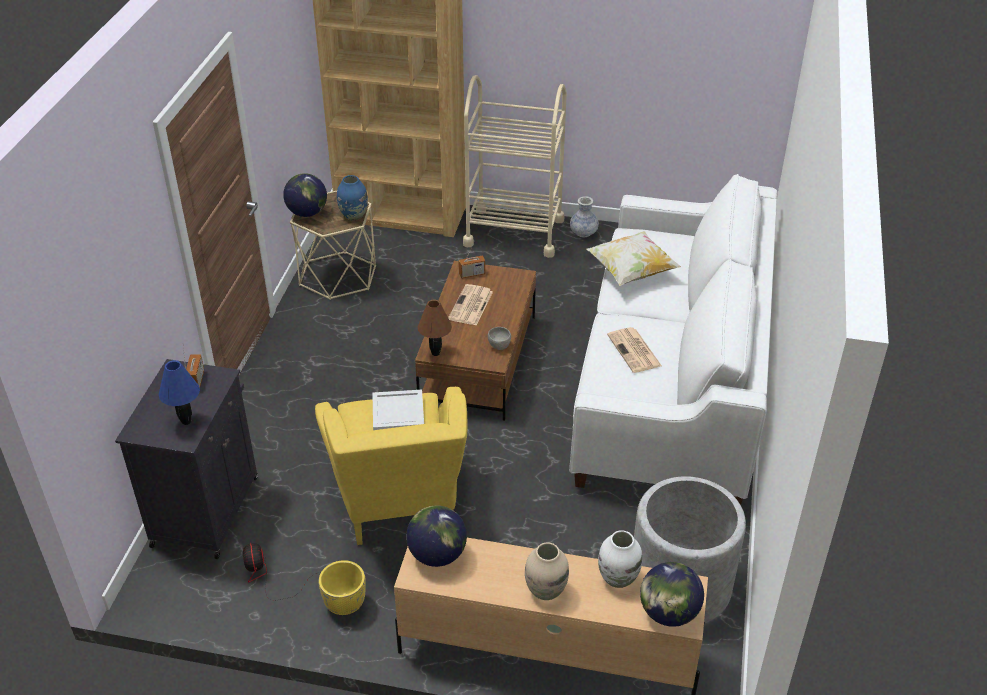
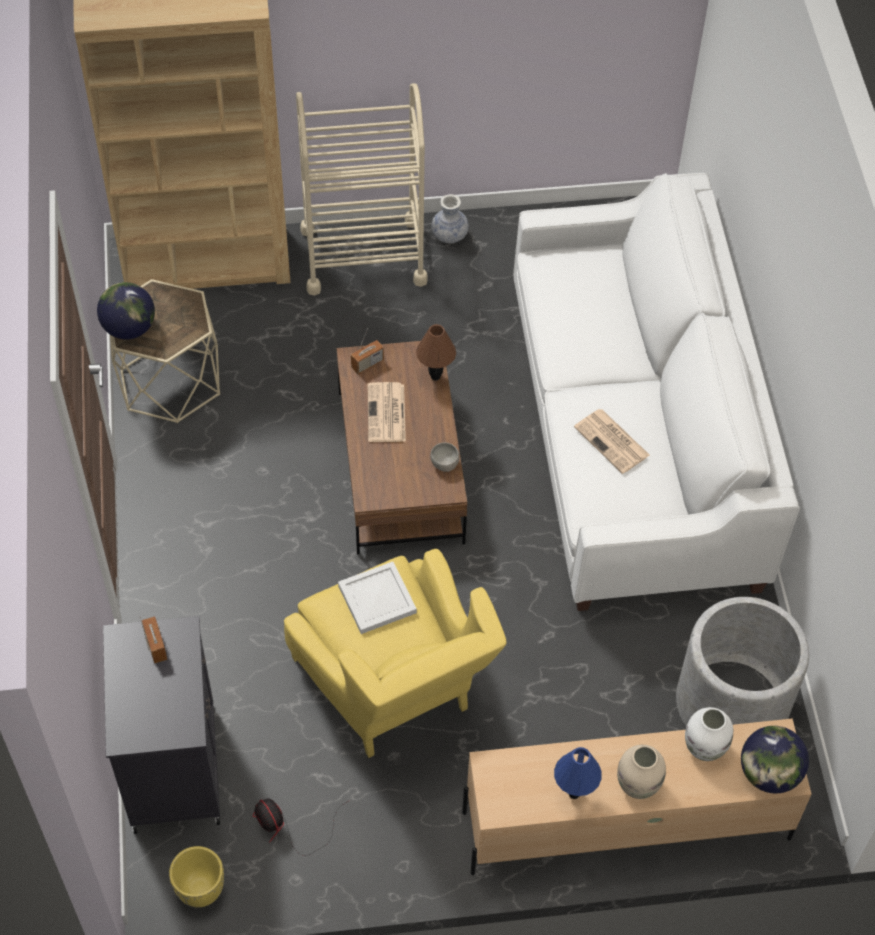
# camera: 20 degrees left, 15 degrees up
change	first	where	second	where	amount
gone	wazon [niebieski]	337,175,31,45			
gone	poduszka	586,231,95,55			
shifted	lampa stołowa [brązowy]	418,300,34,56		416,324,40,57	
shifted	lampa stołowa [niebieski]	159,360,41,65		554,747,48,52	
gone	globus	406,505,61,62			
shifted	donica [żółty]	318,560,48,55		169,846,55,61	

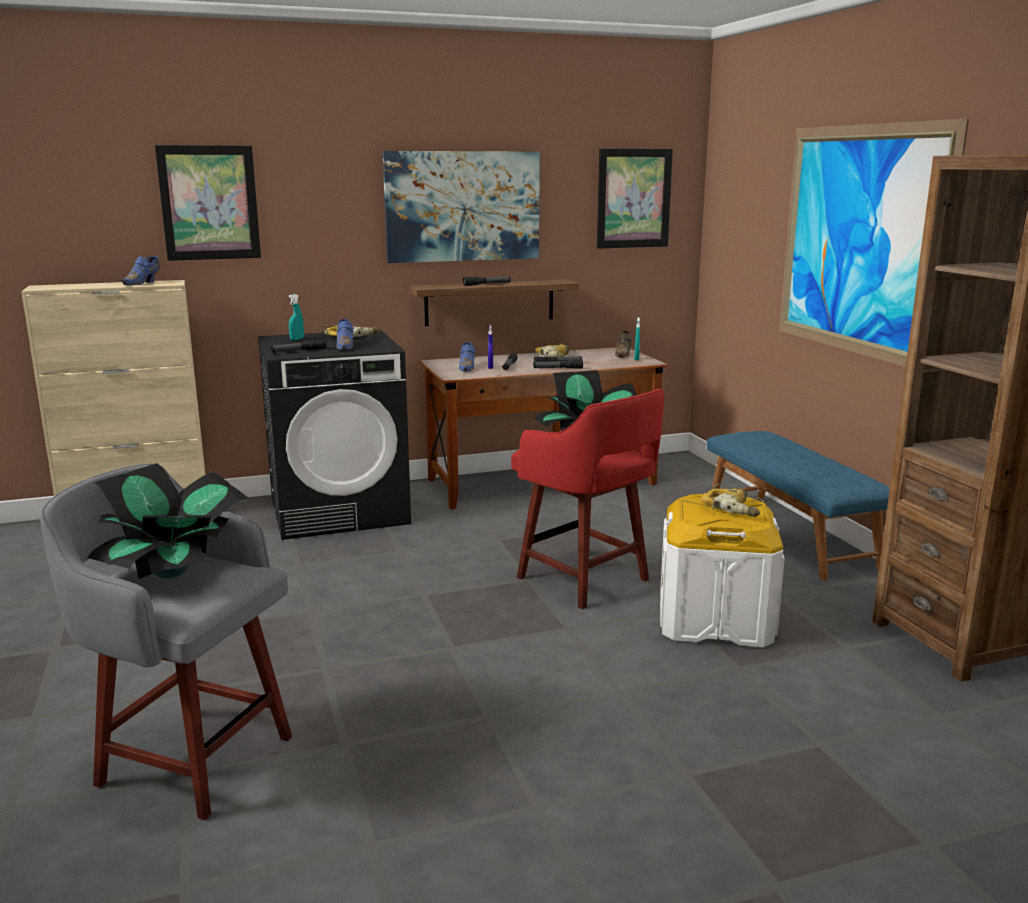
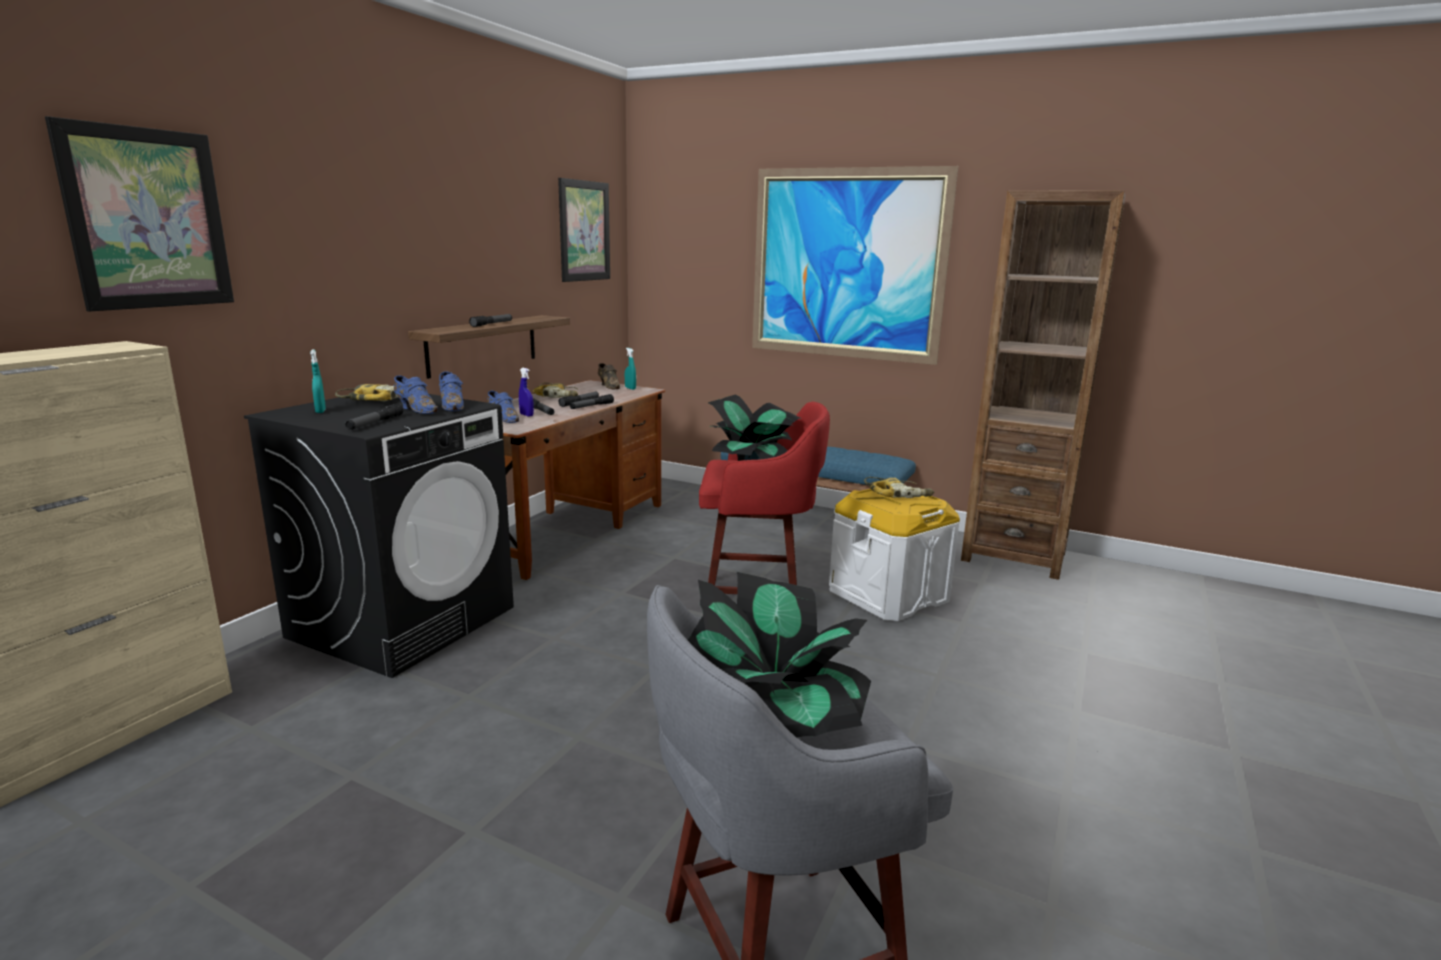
# camera: 45 degrees left, 0 degrees up
change	first	where	second	where	amount
gone	obraz	383,151,157,112			
shifted	but [niebieski]	121,256,39,29		439,371,25,40	

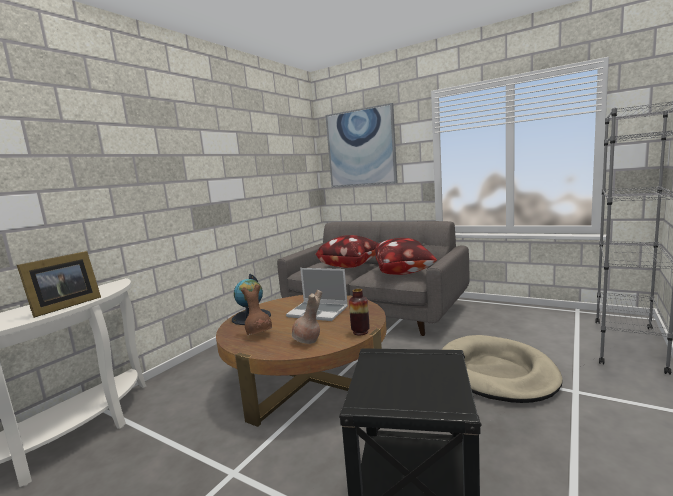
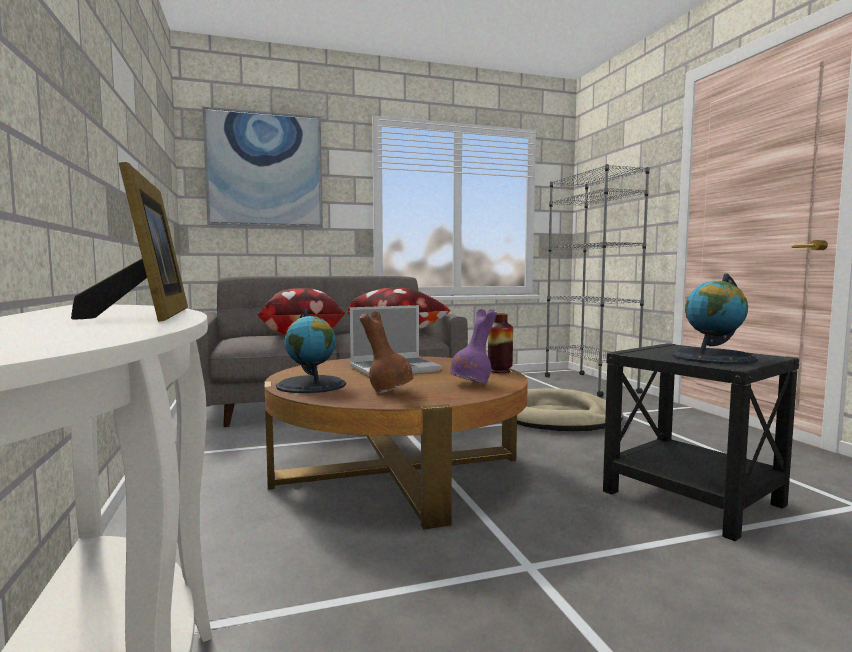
# camera: 50 degrees left, 5 degrees down
change	first	where	second	where	amount
repainted	wazon [brązowy]	292,290,30,54	wazon [fioletowy]	450,309,47,74	
new			globus	672,273,86,91	

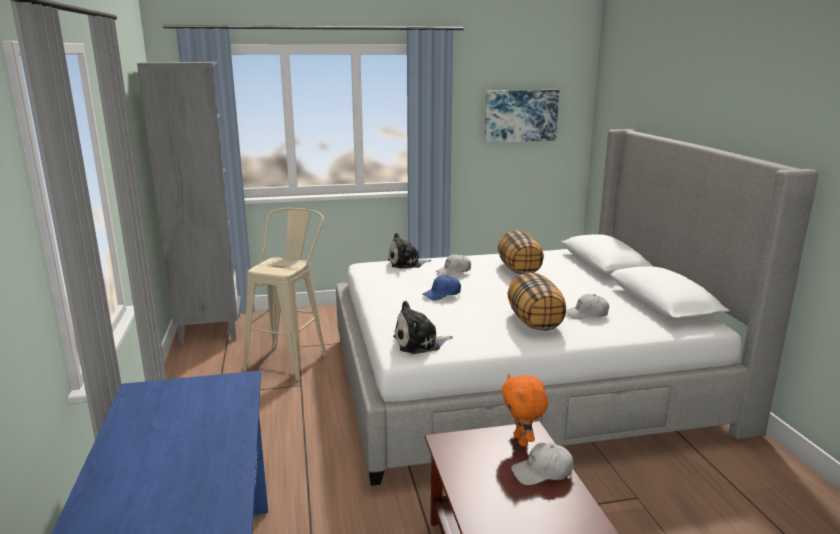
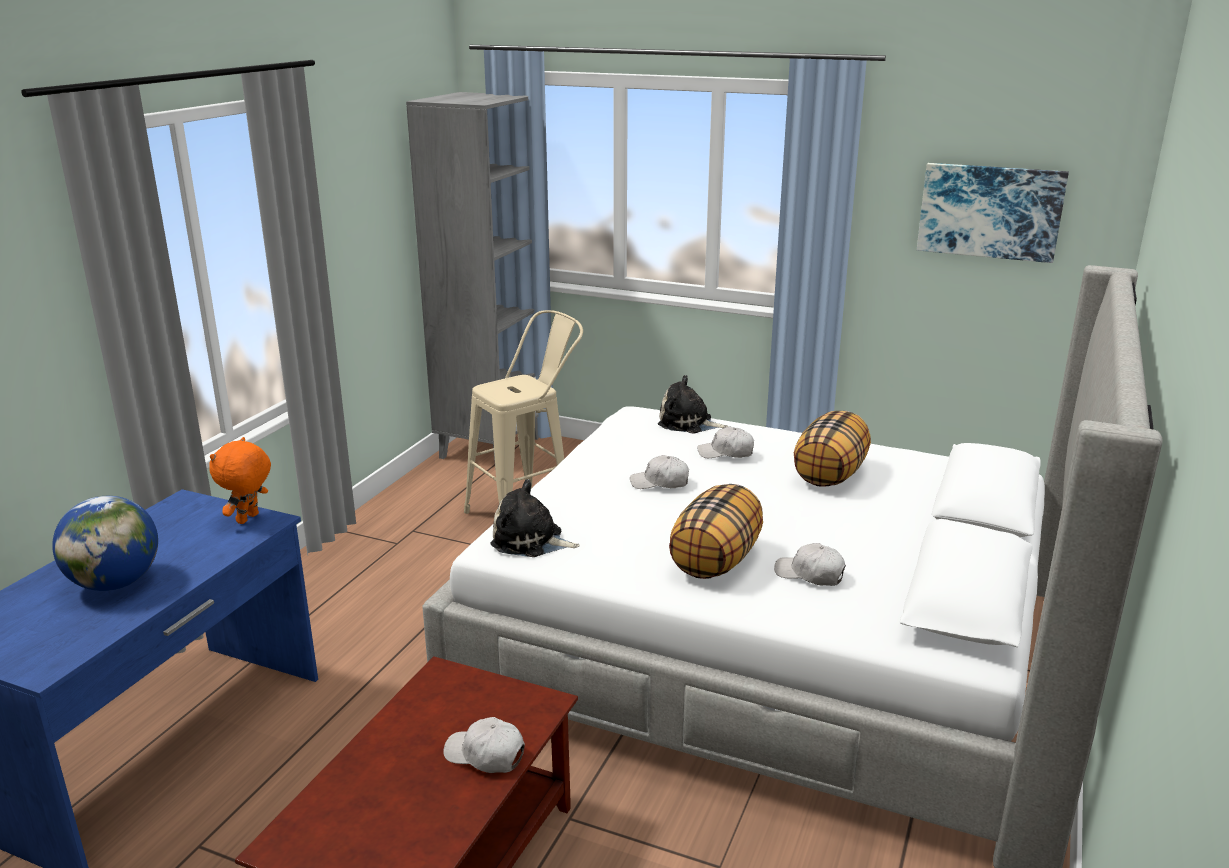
# camera: 35 degrees right, 5 degrees up
change	first	where	second	where	amount
repainted	czapka z daszkiem [niebieski]	423,275,38,26	czapka z daszkiem [biały]	630,455,59,34	
shifted	pluszak [pomarańczowy]	502,374,46,72		209,437,62,87	
new			globus	52,496,106,95	

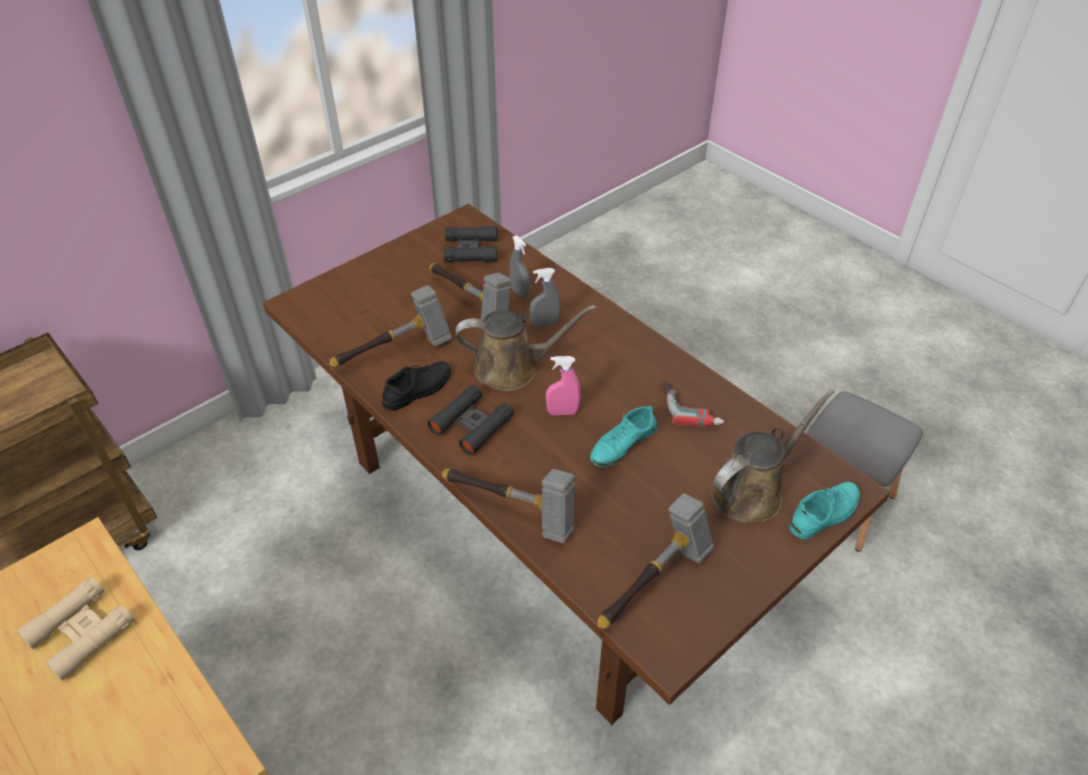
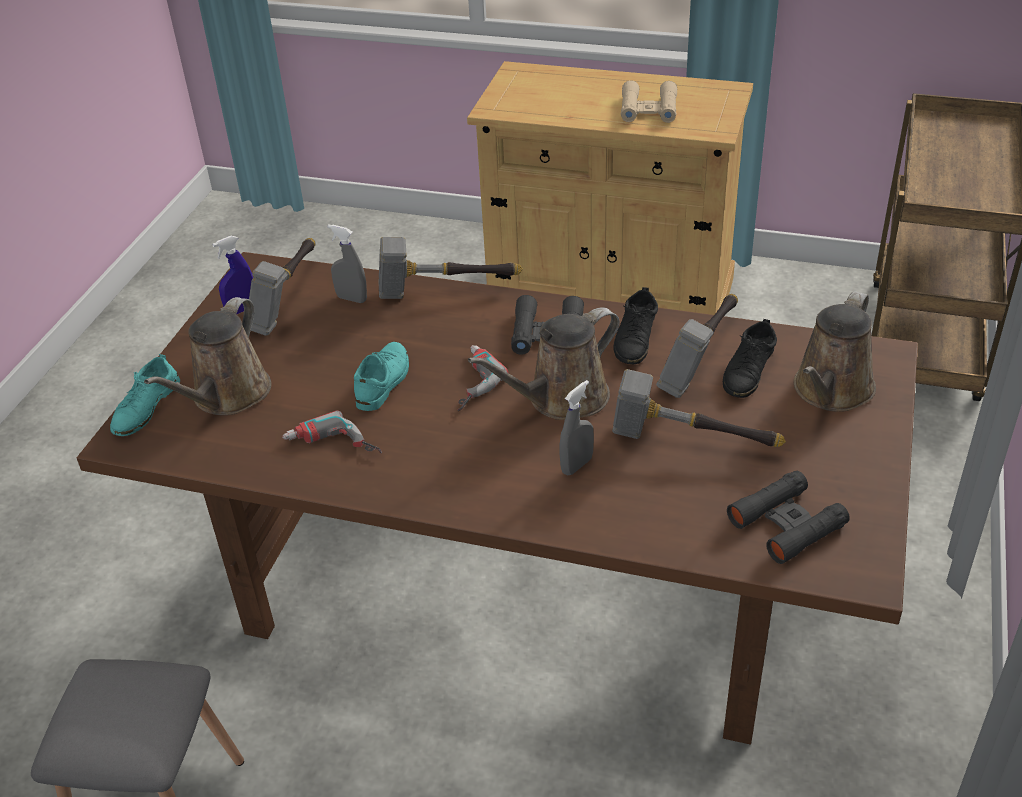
# camera: 150 degrees right, 5 degrees down
change	first	where	second	where	amount
shifted	spryskiwacz [szary]	510,235,20,64		328,224,39,79	
swapped	spryskiwacz [różowy]	546,356,35,59	wiertarka	458,345,50,66	
new			spryskiwacz [niebieski]	212,236,41,79	
new			konewka [brązowy]	794,291,82,121	
new			but [czarny]	723,319,54,79	

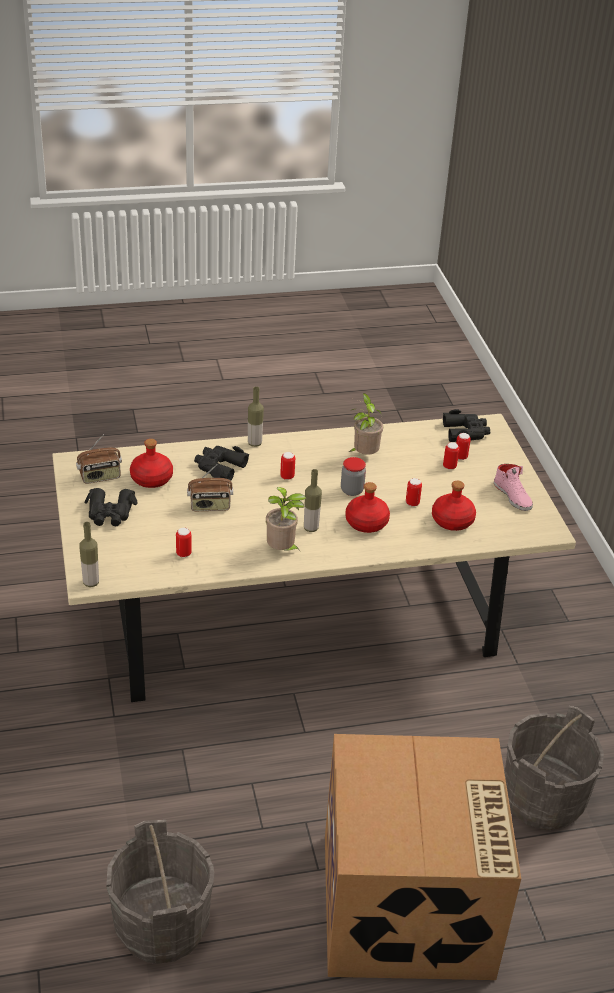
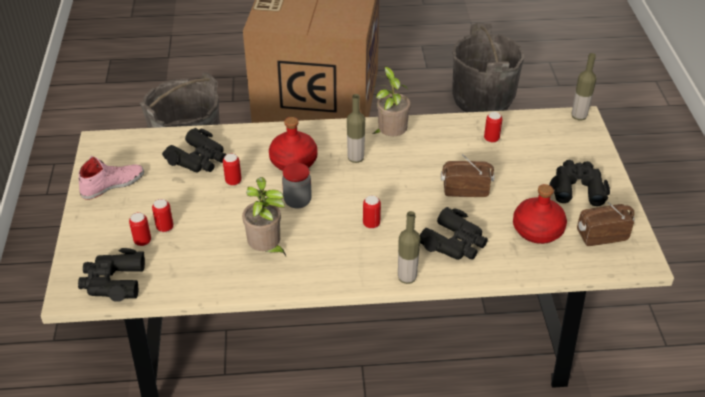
# camera: 170 degrees left, 5 degrees up
change	first	where	second	where	amount
rotated	but [różowy]	494,464,39,47		79,156,65,44	75 degrees clockwise
swapped	butelka [czerwony]	432,481,44,50	lornetka [czarny]	162,128,65,45	

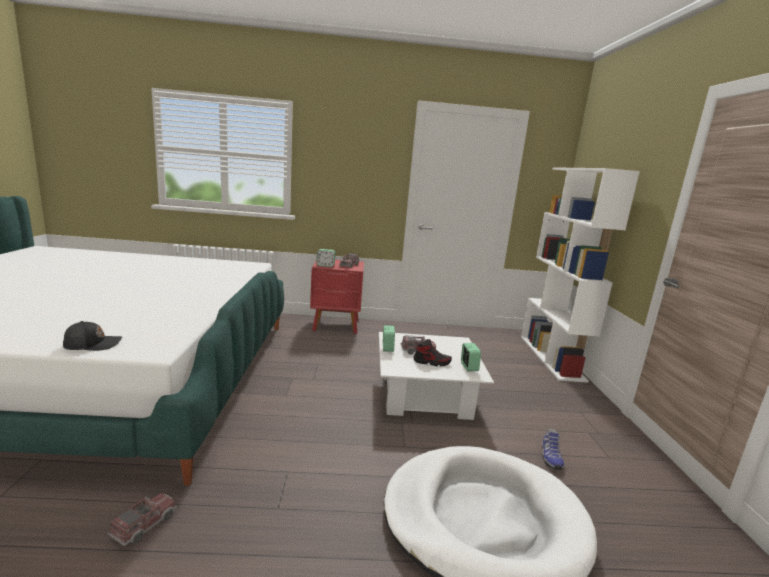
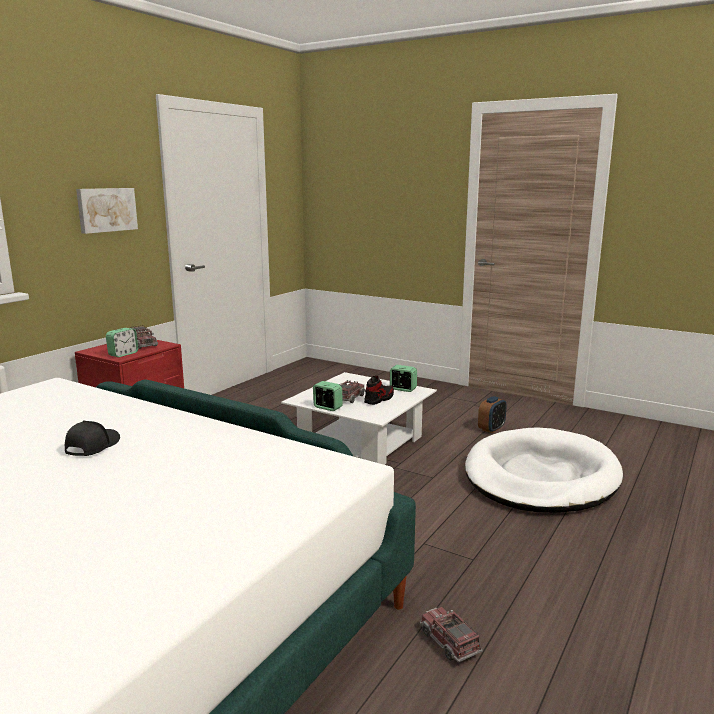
# camera: 55 degrees left, 0 degrees up
change	first	where	second	where	amount
gone	regał [biały]	521,167,119,216			
shifted	czapka z daszkiem [czarny]	63,321,59,30		65,420,55,36	
swapped	but	542,429,22,41	budzik	478,396,29,37	
new			obraz	76,188,62,46	

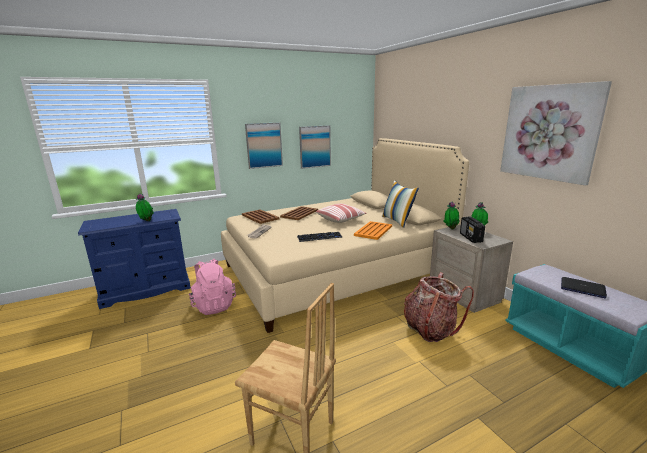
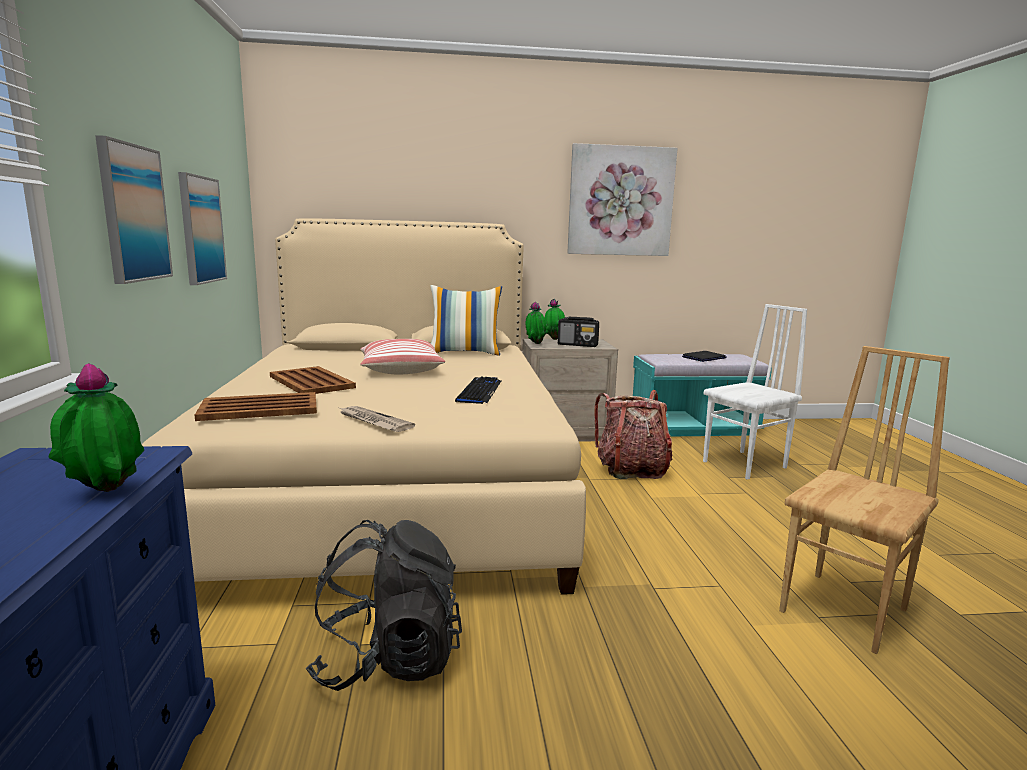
# camera: 70 degrees left, 5 degrees down
change	first	where	second	where	amount
gone	taca [pomarańczowy]	354,221,38,19			
repainted	plecak [różowy]	189,259,47,56	plecak [czarny]	306,520,156,171	
new			krzesło [biały]	703,304,104,176	

